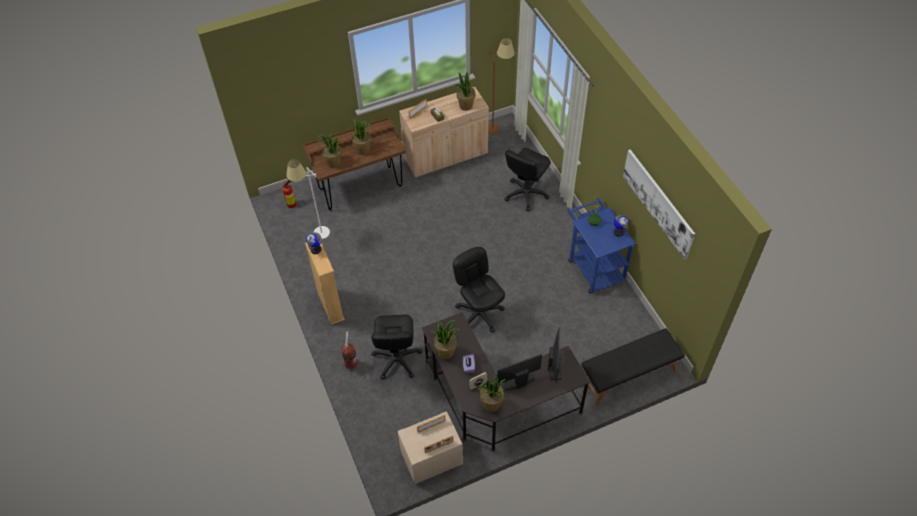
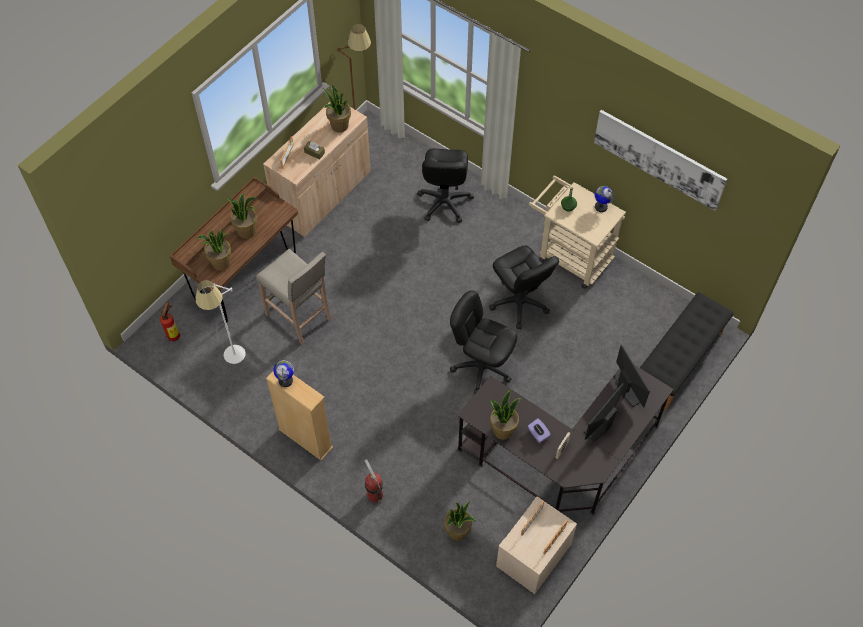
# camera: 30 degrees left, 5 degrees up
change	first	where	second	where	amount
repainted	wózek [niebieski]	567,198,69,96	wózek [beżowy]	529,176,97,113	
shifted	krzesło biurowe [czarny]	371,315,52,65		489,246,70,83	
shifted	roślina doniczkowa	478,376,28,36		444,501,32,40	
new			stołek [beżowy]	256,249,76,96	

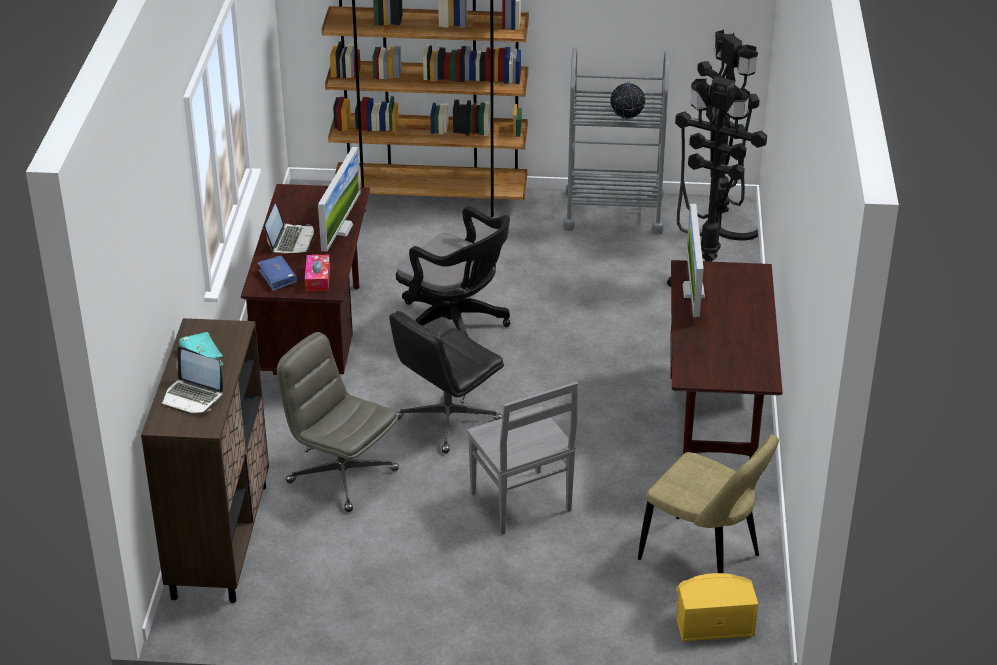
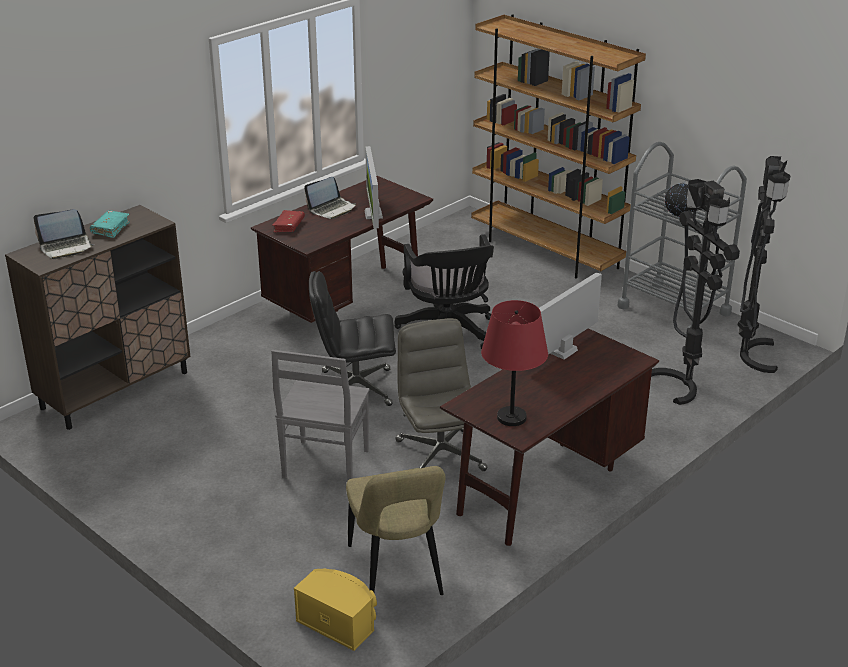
# camera: 40 degrees right, 5 degrees down
change	first	where	second	where	amount
rotated	monitor	318,147,43,105		365,146,18,83	120 degrees clockwise
gone	pudełko chusteczek	305,255,25,37			
repainted	książka [niebieski]	257,256,40,35	książka [czerwony]	272,210,33,23	
shifted	krzesło biurowe [szary]	277,332,122,180		395,318,92,153	
rotated	laptop	162,346,61,68		33,209,61,50	90 degrees counterclockwise
new			lampa stołowa [czerwony]	481,300,67,126	

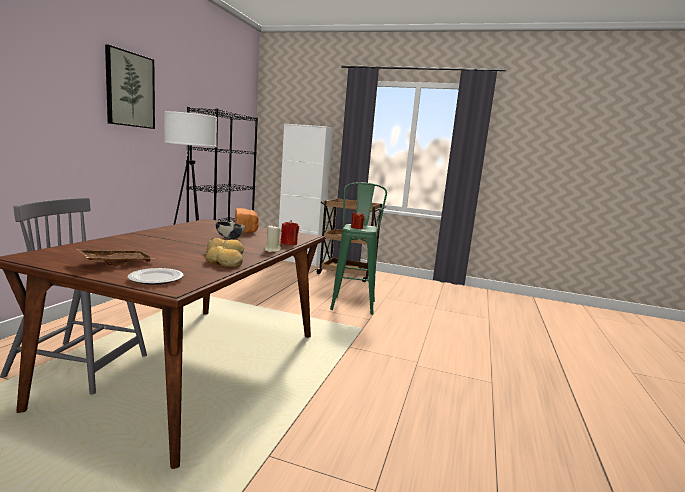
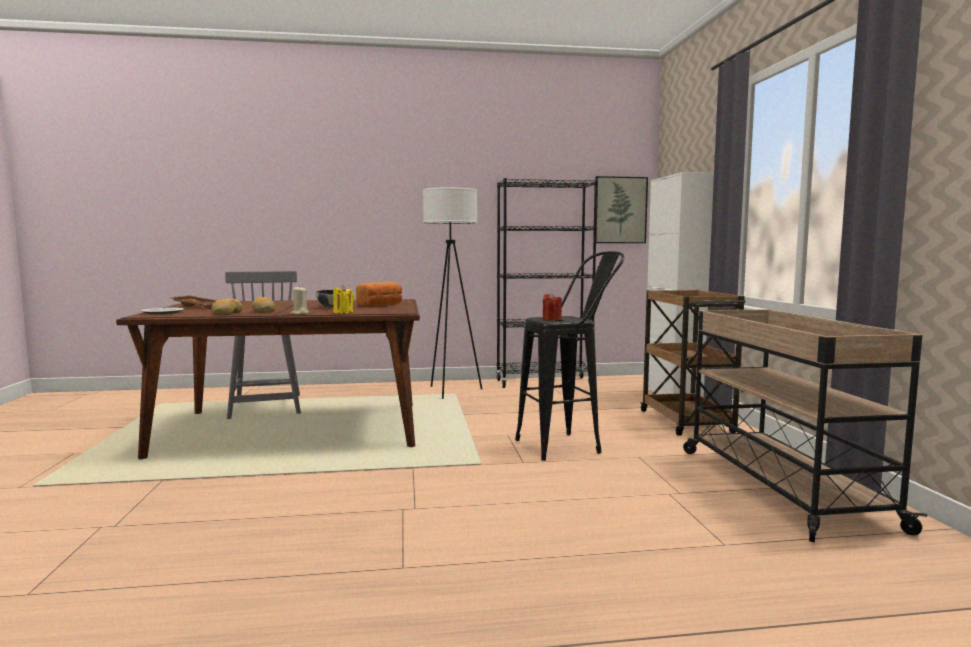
# camera: 65 degrees right, 5 degrees down
change	first	where	second	where	amount
shifted	obraz	105,45,50,84		596,176,52,67	
repainted	stołek [zielony]	330,182,57,133	stołek [czarny]	515,251,110,210	
repainted	świeca [czerwony]	281,220,18,25	świeca [żółty]	333,286,21,28	
new			wózek [beżowy]	683,309,245,233	

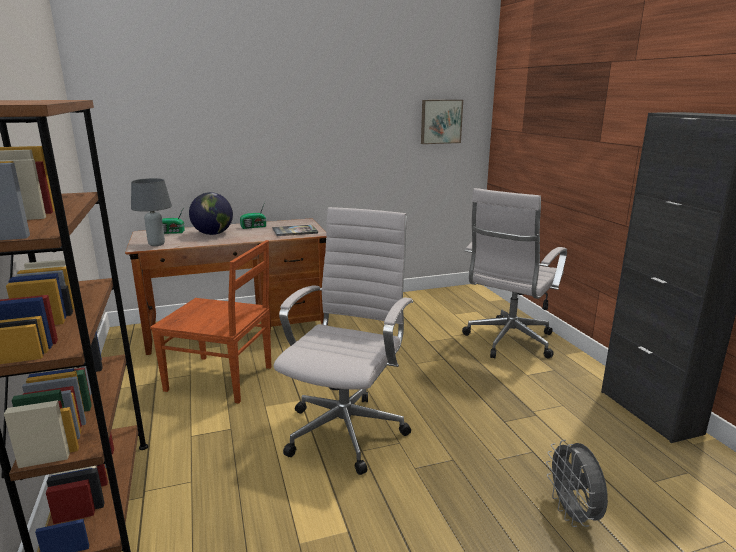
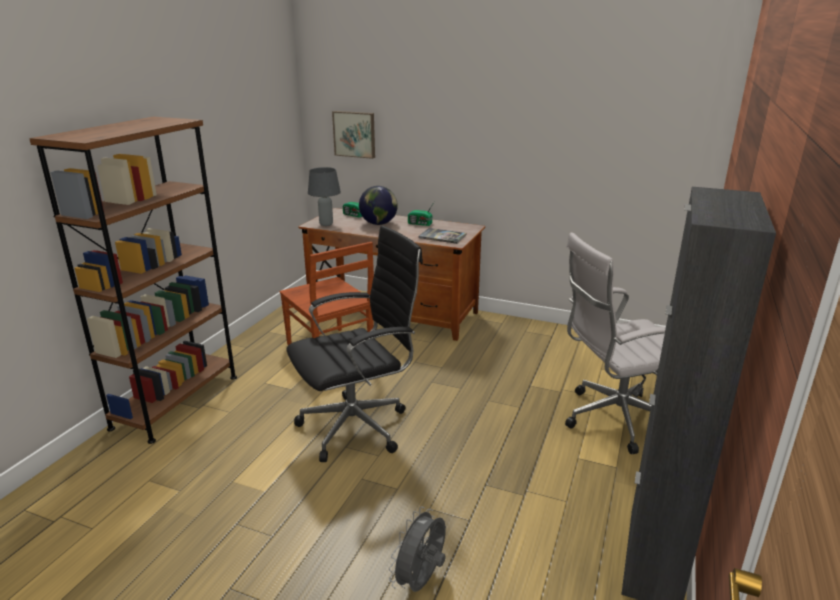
# camera: 40 degrees right, 5 degrees up
change	first	where	second	where	amount
shifted	obraz	421,100,42,44		332,111,43,48	
repainted	krzesło biurowe [biały]	274,207,139,268	krzesło biurowe [czarny]	286,225,137,237	

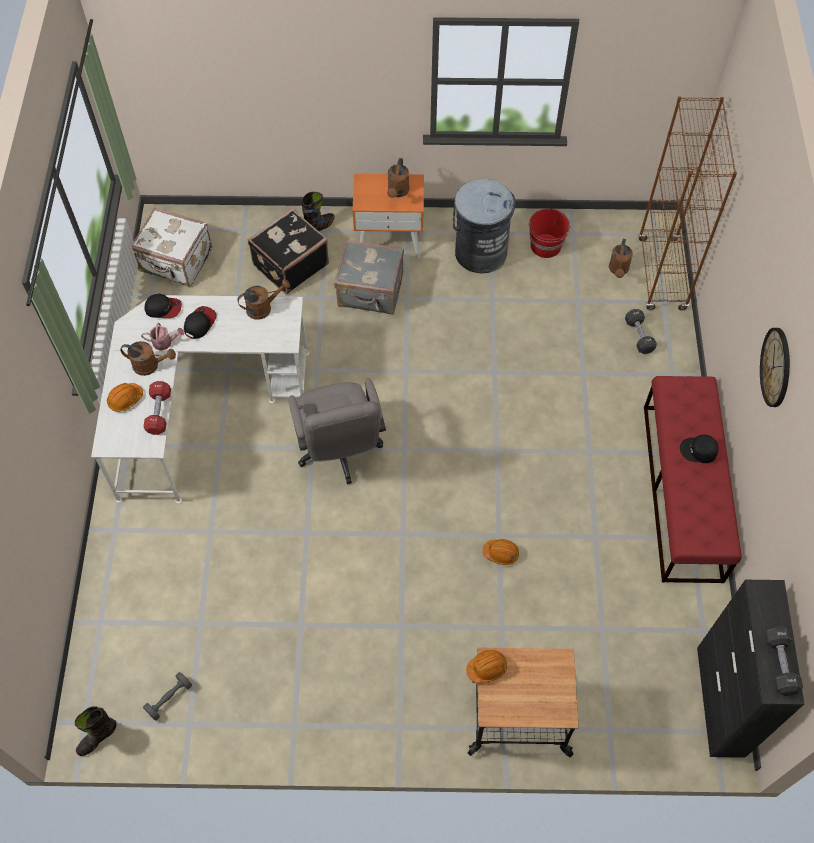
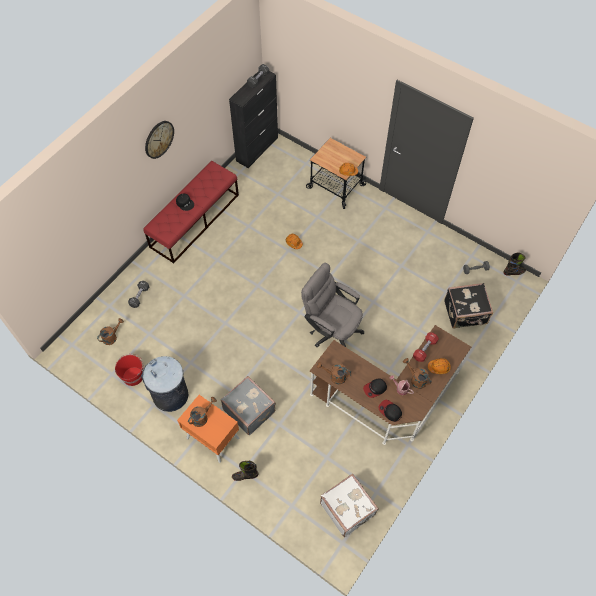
# camera: 145 degrees left, 0 degrees up
change	first	where	second	where	amount
gone	regał [brązowy]	638,96,99,215			
shifted	walizka [czarny]	248,208,81,86		444,283,49,46	
repainted	biurko [biały]	91,295,218,209	biurko [brązowy]	310,325,161,120	
rotated	krzesło biurowe [szary]	288,378,98,106		301,263,63,84	75 degrees counterclockwise

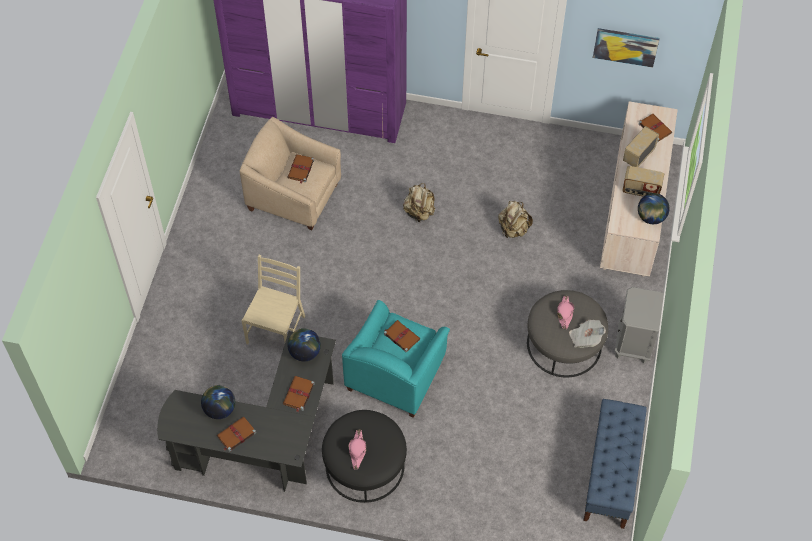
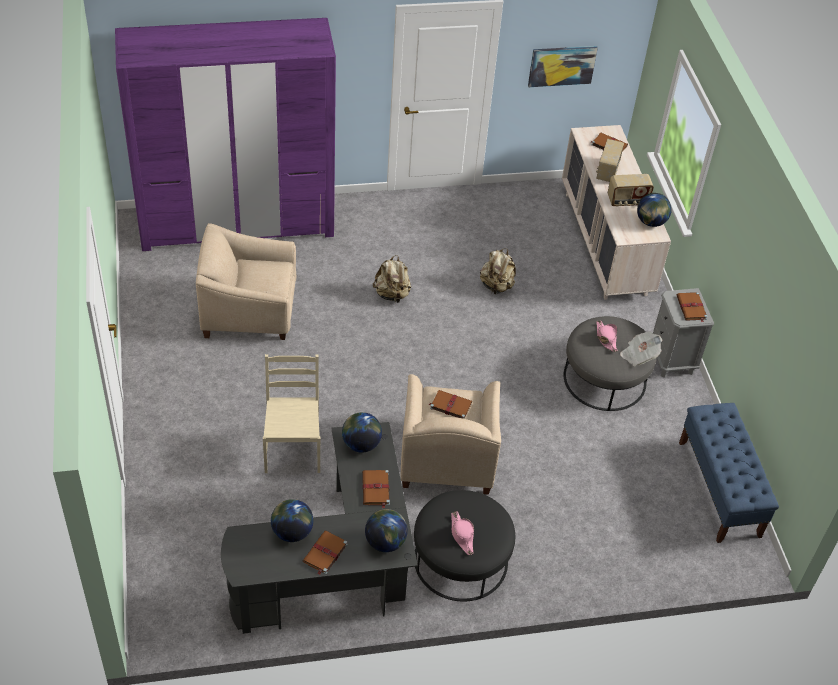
# camera: 25 degrees left, 10 degrees down
change	first	where	second	where	amount
shifted	książka [brązowy]	287,154,27,30		677,292,31,30	
repainted	fotel [turkusowy]	342,300,108,118	fotel [beżowy]	401,374,100,121	
new			globus	365,509,43,43	

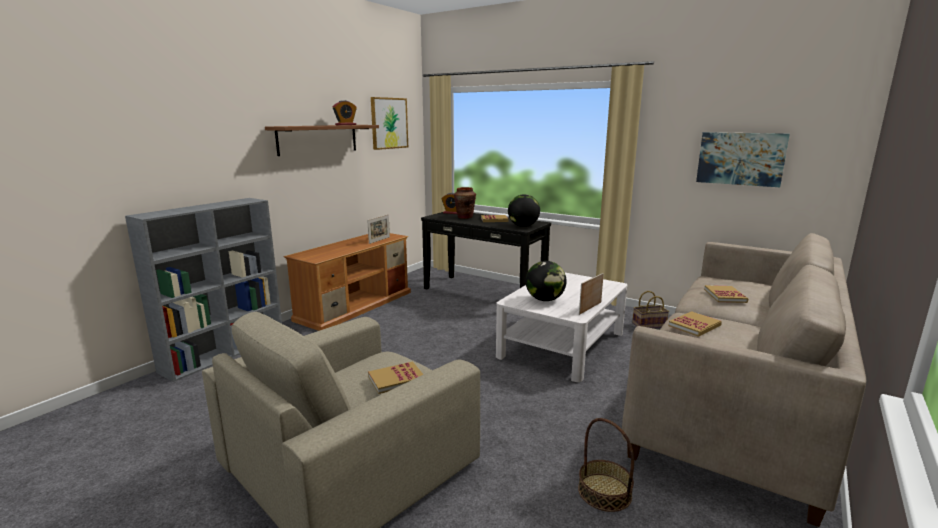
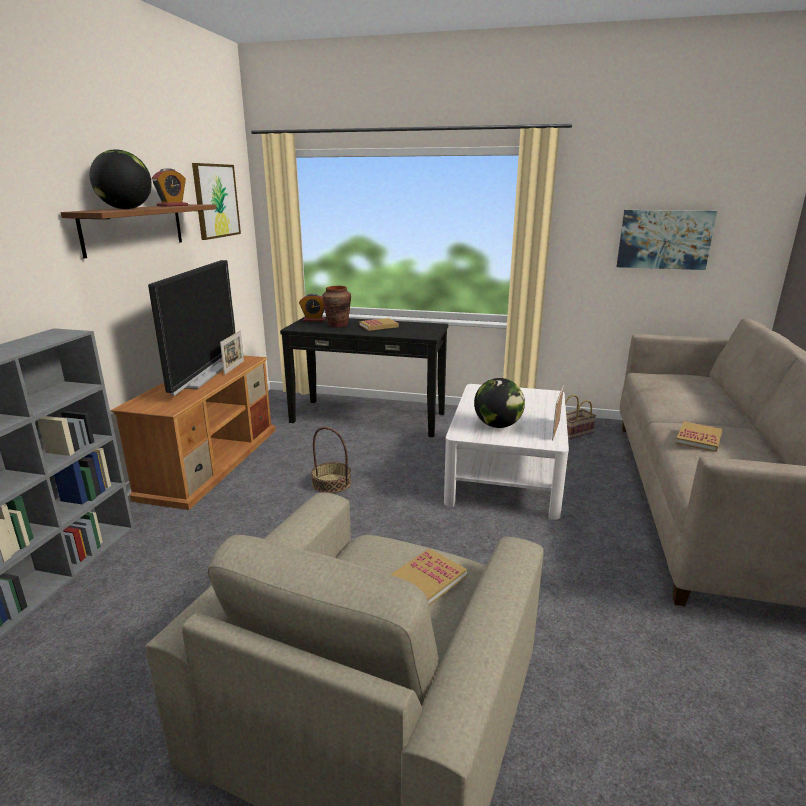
# camera: 20 degrees left, 5 degrees up
change	first	where	second	where	amount
shifted	globus	508,194,32,33		89,149,63,60	
gone	książka	704,285,44,18			
shifted	koszyk	578,418,56,94		311,427,40,66	
new			telewizor	148,260,88,135	

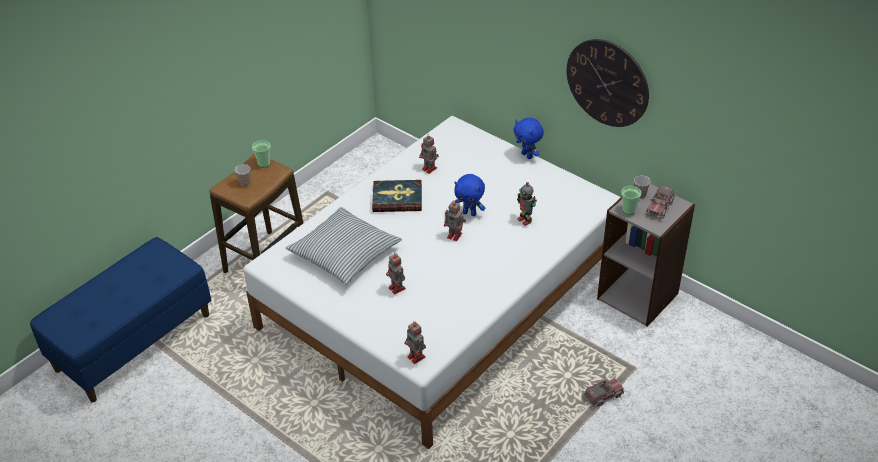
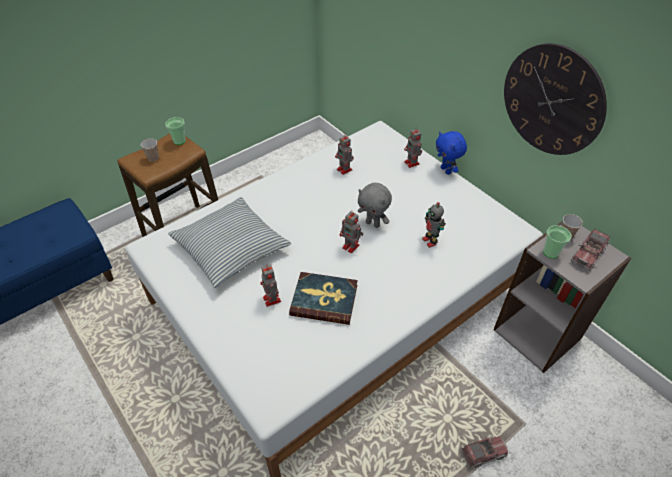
# camera: 10 degrees right, 5 degrees up
change	first	where	second	where	amount
repainted	pluszak [niebieski]	454,174,31,42	pluszak [szary]	358,183,34,45	
shifted	książka	372,180,50,32		289,272,69,53	
shifted	robot zabawkowy	404,321,22,43		404,129,18,39	

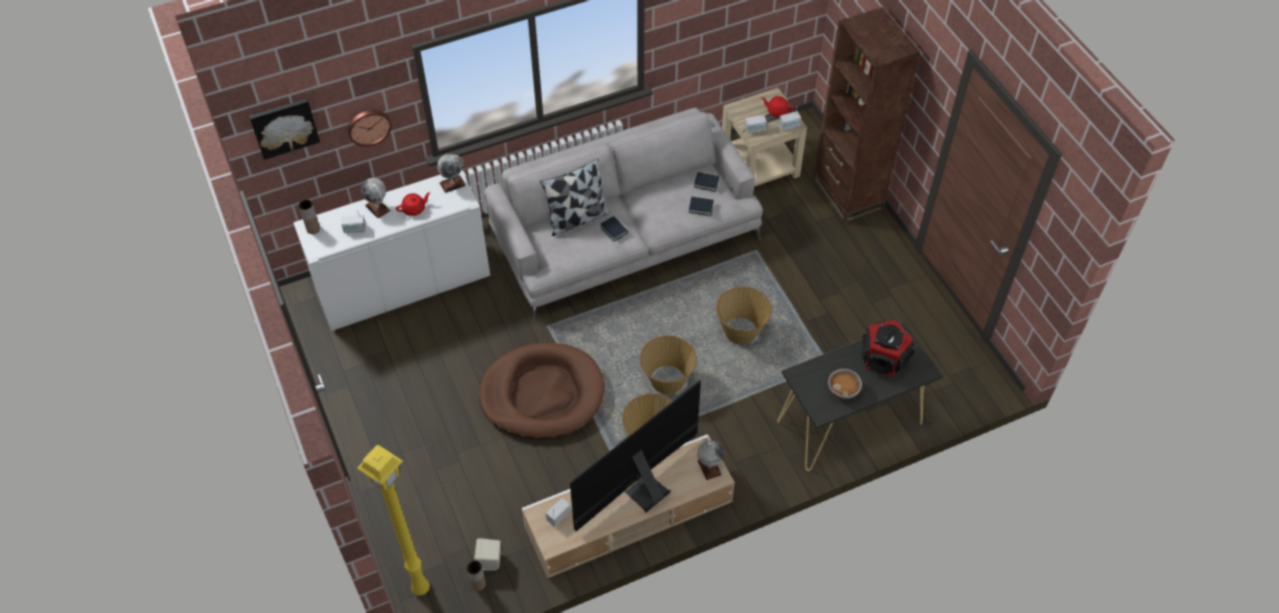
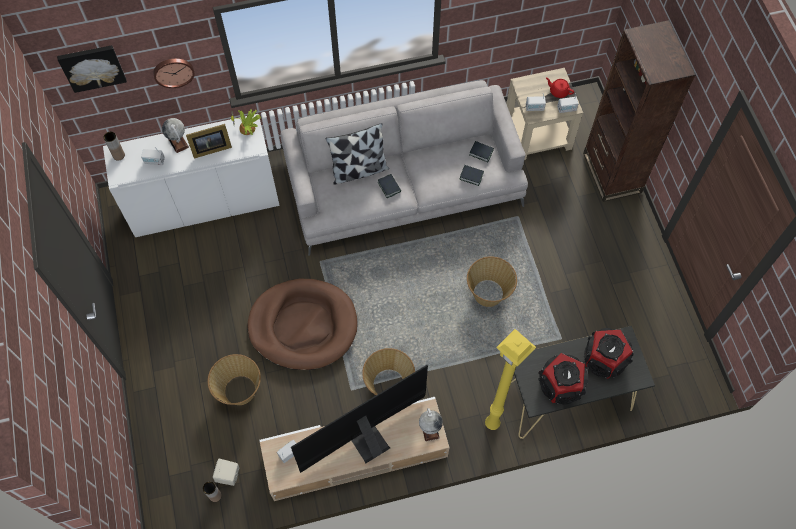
# camera: 10 degrees right, 10 degrees up
change	first	where	second	where	amount
swapped	globus	437,154,29,39	roślina doniczkowa	231,109,30,26	
swapped	imbryk [czerwony]	396,192,35,24	ramka na zdjęcie	186,124,46,35	
shifted	koszyk	639,336,58,58		208,354,53,51	
swapped	miska	828,369,34,30	głośnik	538,353,50,52	
shifted	lampa stojąca [żółty]	357,445,73,151		485,329,51,101	

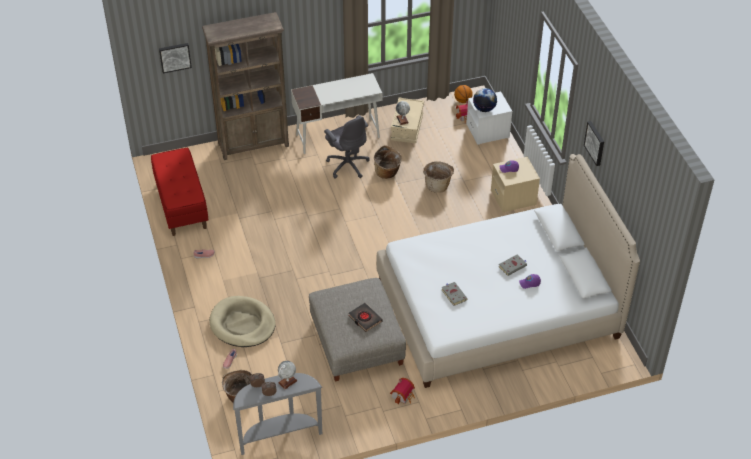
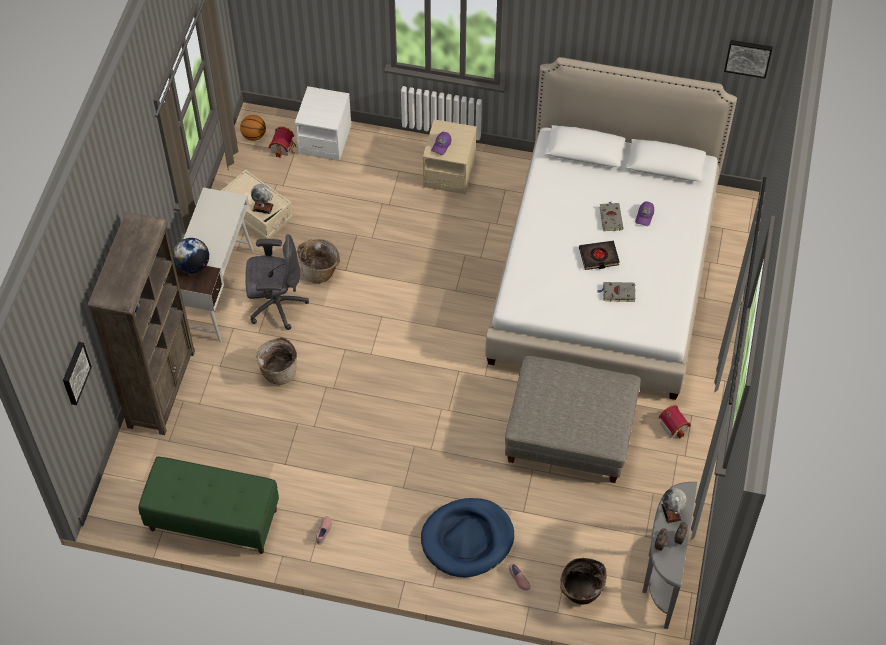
# camera: 60 degrees left, 10 degrees up
change	first	where	second	where	amount
shifted	globus	473,88,24,24		173,238,36,36	
shifted	obraz	584,121,20,45		724,40,49,39	
repainted	ławka [czerwony]	151,147,57,89	ławka [zielony]	138,457,141,97	
shifted	koszyk	423,161,31,32		256,337,41,48	
repainted	legowisko [beżowy]	209,296,67,51	legowisko [niebieski]	421,498,93,79	
shifted	książka [czarny]	348,303,34,29		579,241,41,29	

